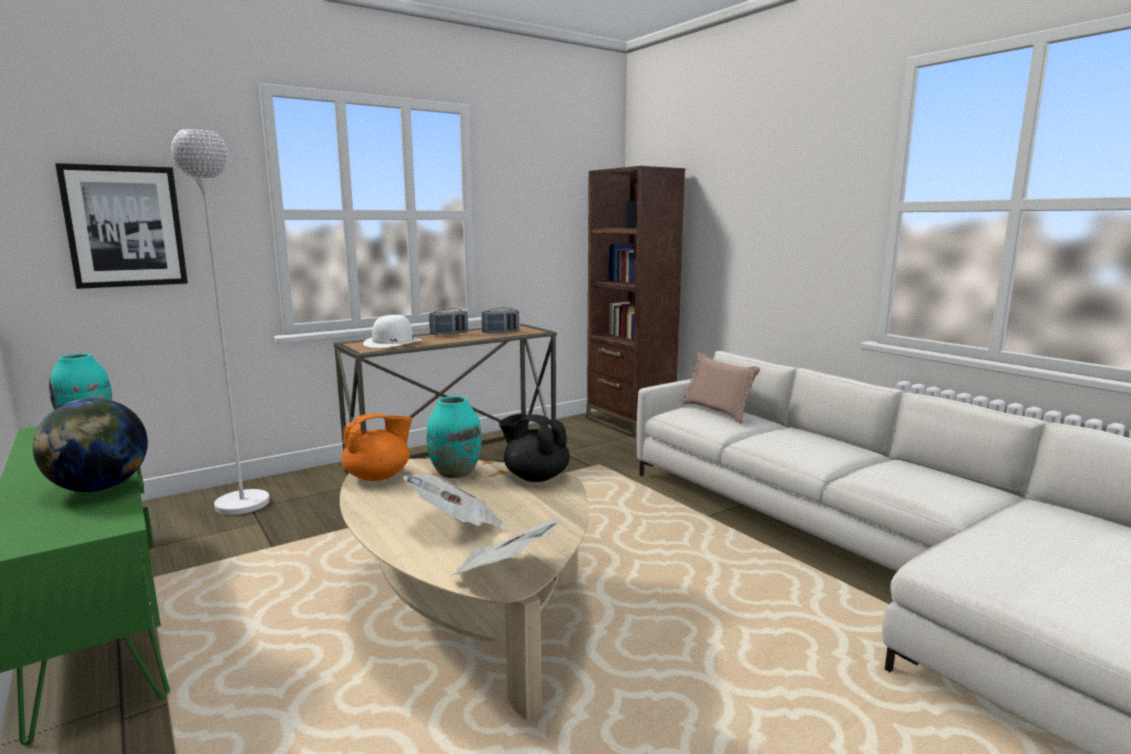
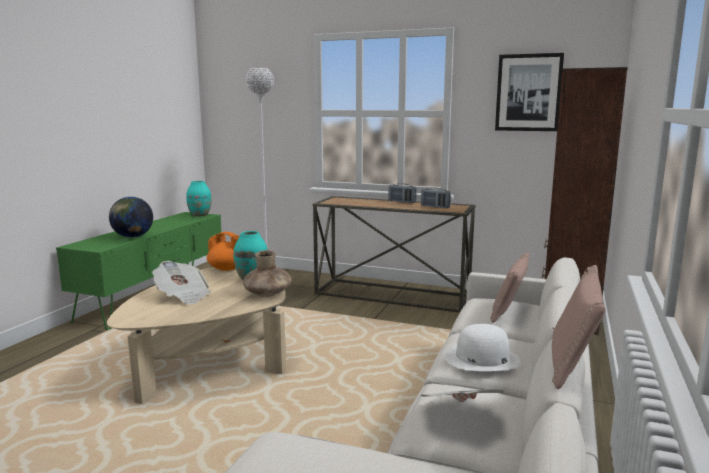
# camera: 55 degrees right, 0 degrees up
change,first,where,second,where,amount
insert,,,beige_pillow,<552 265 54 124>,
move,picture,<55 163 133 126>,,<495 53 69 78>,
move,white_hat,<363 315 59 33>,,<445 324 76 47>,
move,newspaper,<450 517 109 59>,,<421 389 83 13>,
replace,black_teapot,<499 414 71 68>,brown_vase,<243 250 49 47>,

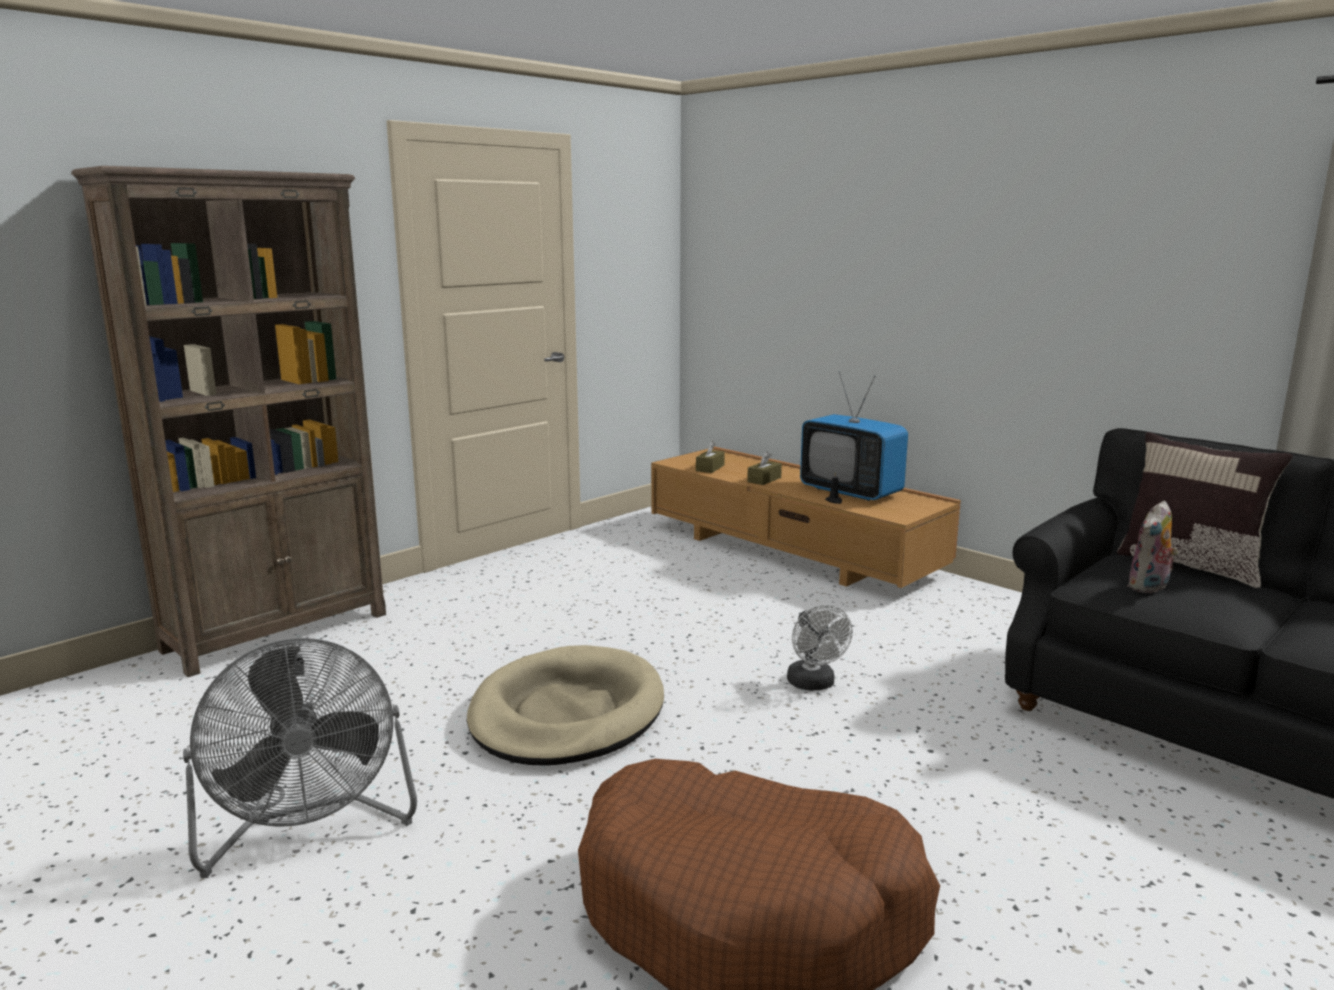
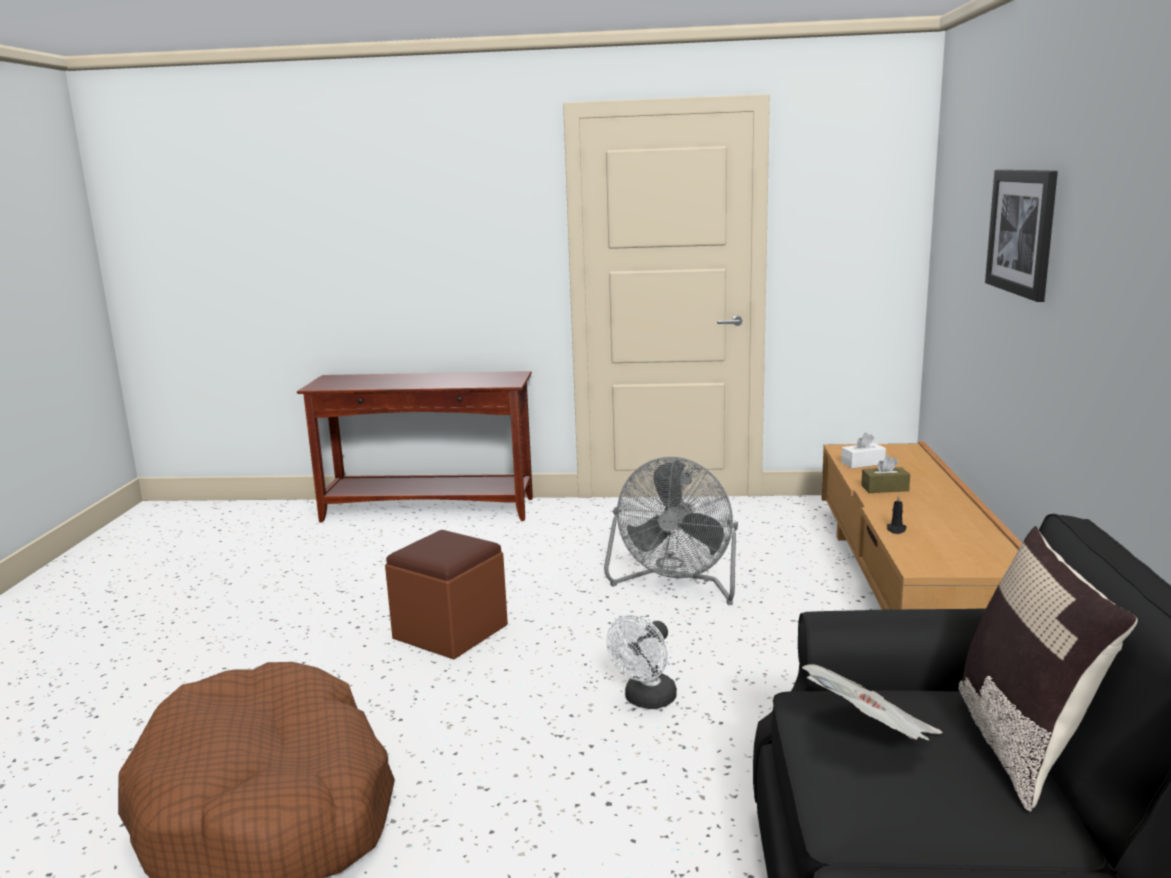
# camera: 50 degrees right, 0 degrees up
change,first,where,second,where,amount
delete,television,<800 371 108 130>,,,
insert,,,picture,<985 170 73 132>,
move,grey_fan,<183 638 234 240>,,<604 457 134 148>,
replace,brown_bookcase,<71 166 315 511>,brown_console_table,<297 371 236 151>,
replace,beige_dog_bed,<467 645 197 121>,brown_ottoman,<385 530 123 129>,
replace,plush_toy,<1128 501 50 92>,newspaper,<802 664 141 76>,
recolor,brown_tissue_box,<696 441 29 32>,white_tissue_box,<841 432 45 36>,

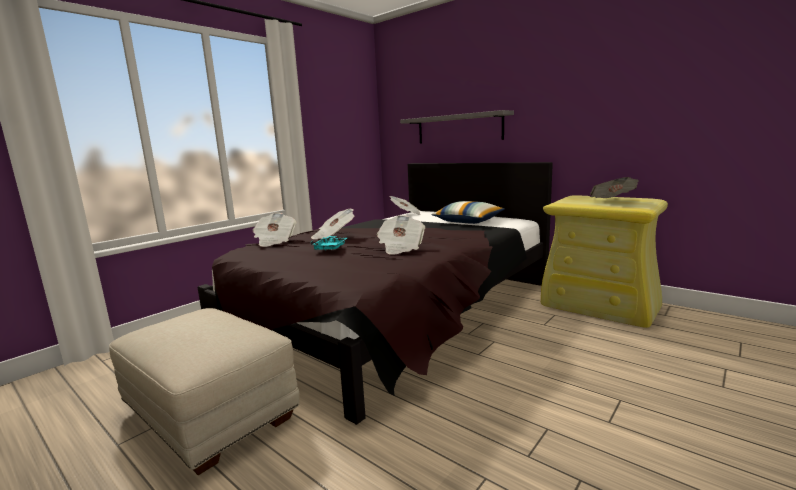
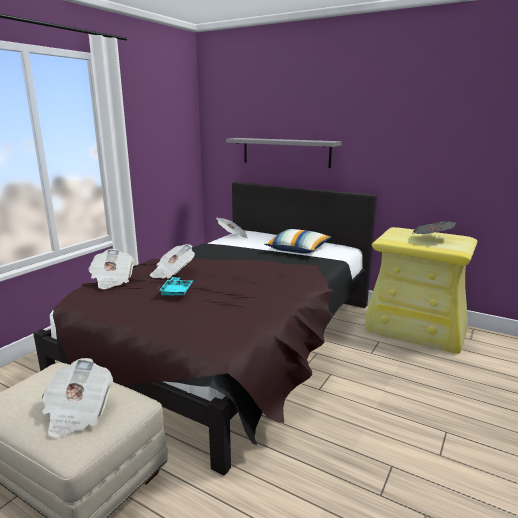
# camera: 10 degrees left, 5 degrees up
change,first,where,second,where,amount
move,newspaper,<377 215 48 40>,,<42 358 71 80>,

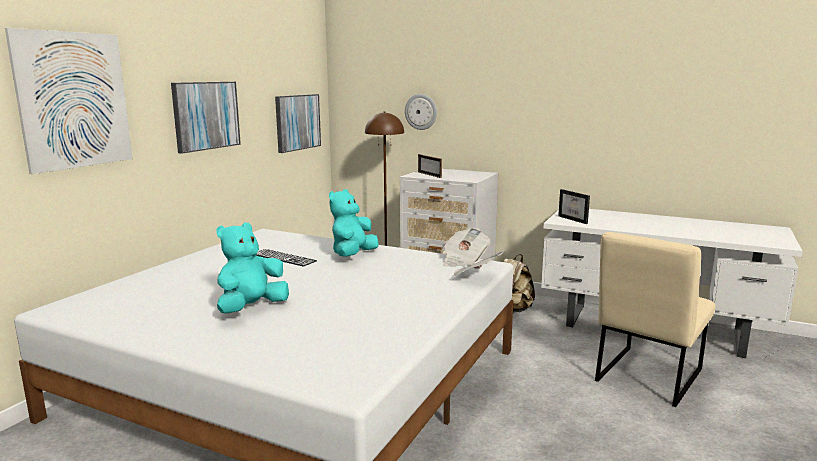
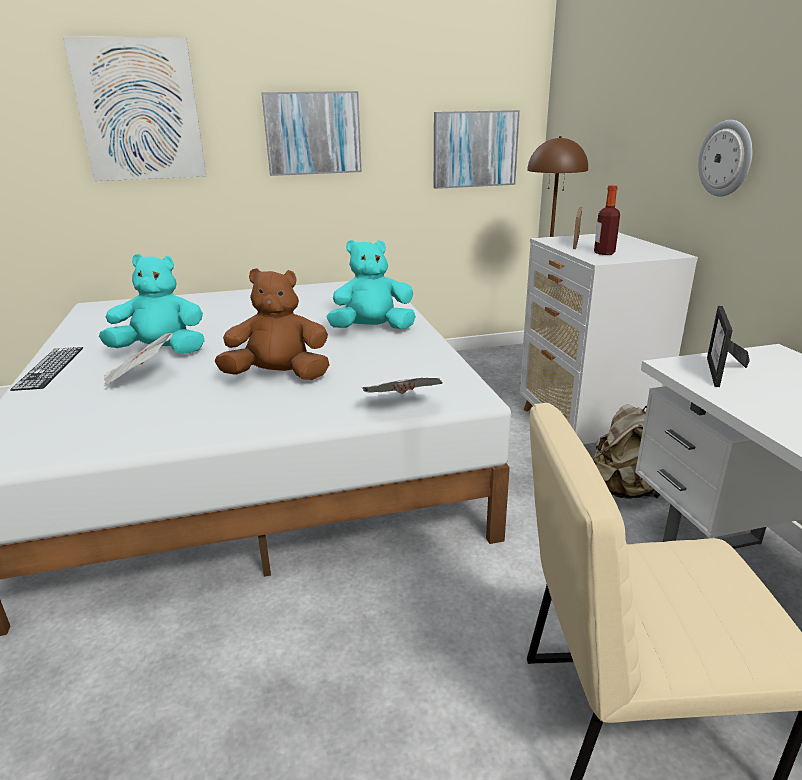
# camera: 50 degrees right, 10 degrees up
change,first,where,second,where,amount
insert,,,brown_plush_toy,<215 268 114 112>,
insert,,,bottle,<594 185 26 70>,
move,keyboard,<256 249 61 17>,,<10 347 73 44>,
move,wall_clock,<405 94 32 36>,,<698 120 55 77>,
move,newspaper,<442 228 49 39>,,<103 333 69 54>,

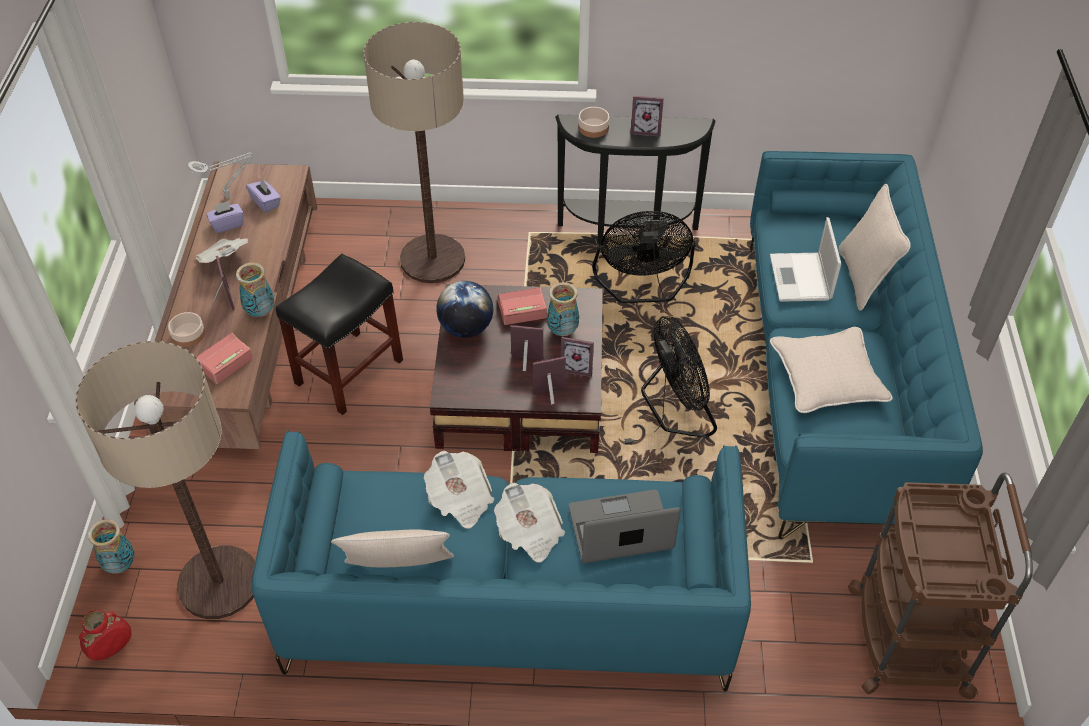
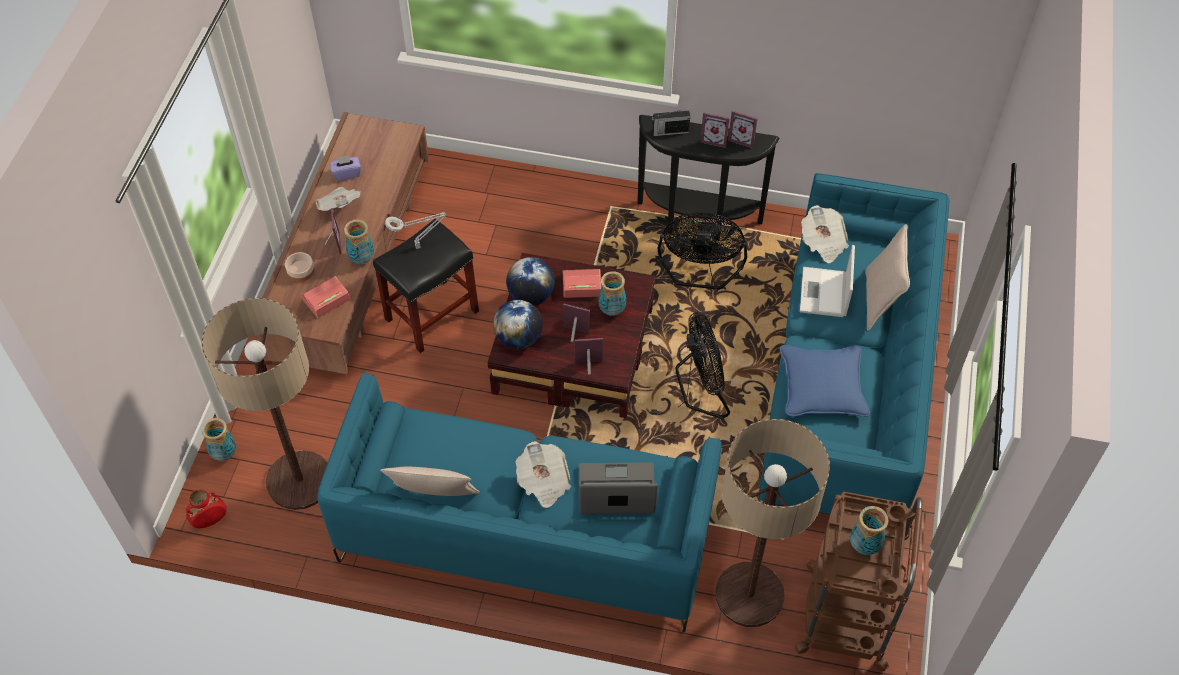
# camera: 10 degrees right, 5 degrees up
change,first,where,second,where,amount
delete,purple_tissue_box,<246 178 35 35>,,,
insert,,,globe,<493 300 50 49>,
insert,,,vase,<850 506 39 49>,
move,grey_table_lamp,<187 152 66 47>,,<385 212 61 37>,
move,floor_lamp,<364 22 101 261>,,<715 419 115 208>,
move,newspaper,<424 451 70 78>,,<801 205 48 58>,
move,picture_frame,<561 337 33 40>,,<728 111 30 37>,
replace,bowl,<578 107 32 31>,radio,<652 110 38 26>,
recolor,beige_pillow,<770 327 123 86>,blue_pillow,<780 345 90 72>,

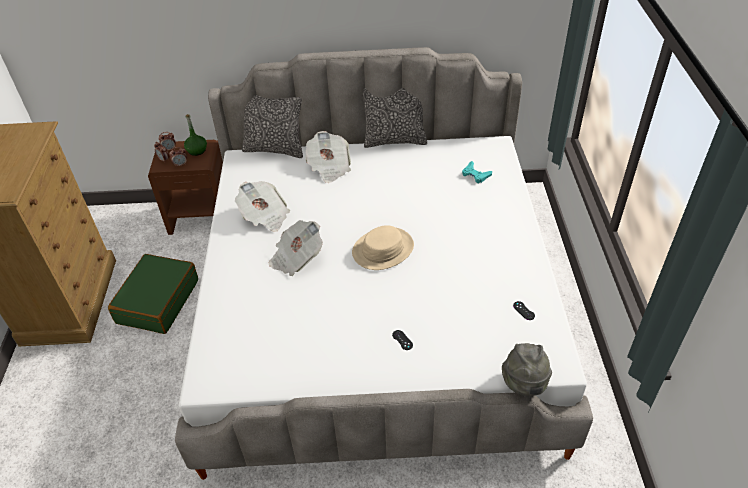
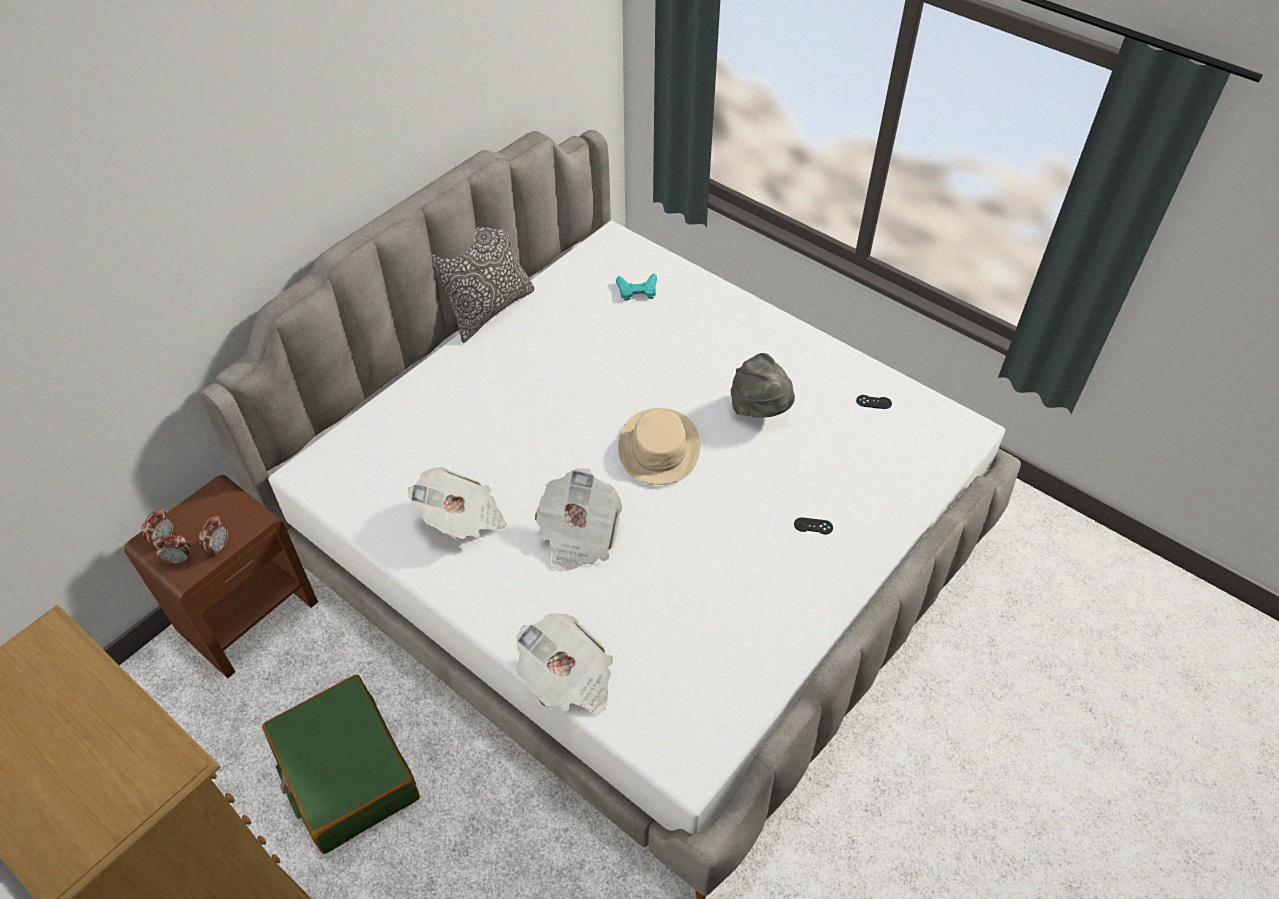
# camera: 50 degrees left, 5 degrees up
change,first,where,second,where,amount
delete,green_bottle,<184 114 23 42>,,,
delete,pillow,<242 95 61 63>,,,
move,newspaper,<305 131 46 52>,,<516 613 97 100>,
move,grey_hat,<502 343 50 53>,,<731 353 64 65>,

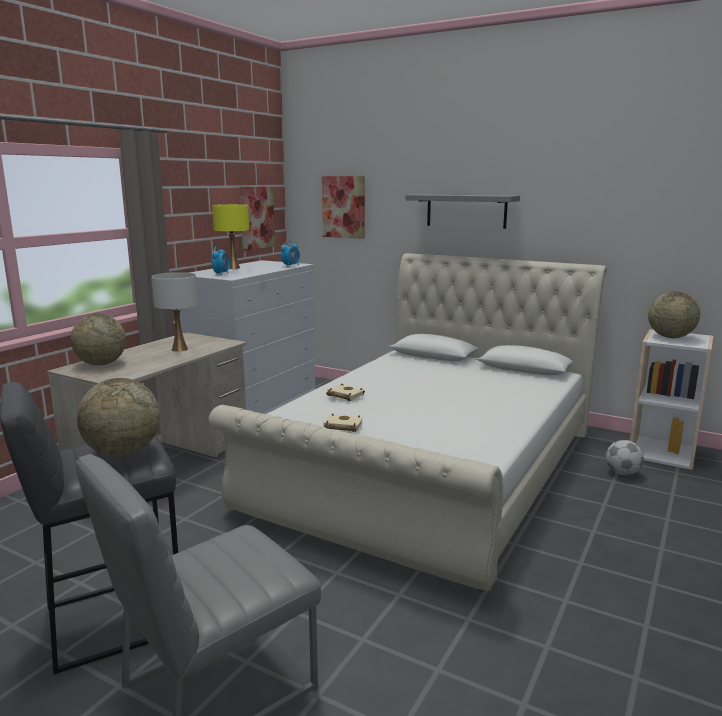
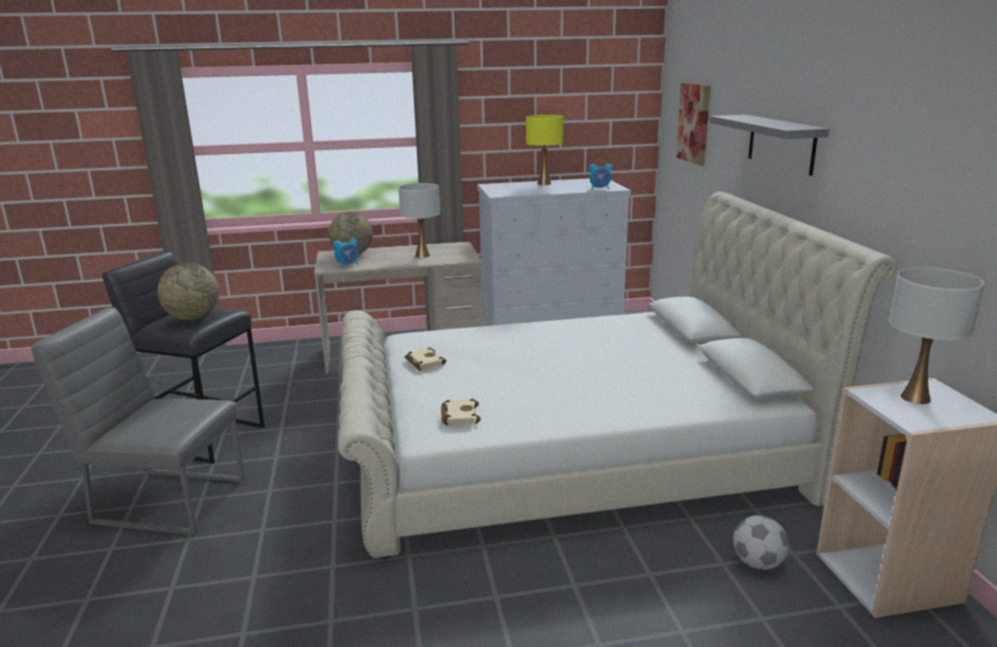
# camera: 50 degrees right, 5 degrees up
change,first,where,second,where,amount
delete,picture,<239 187 36 64>,,,
move,alarm_clock,<211 246 19 29>,,<333 235 26 33>,
move,beige_book,<326 384 39 17>,,<441 399 40 27>,
replace,globe,<648 291 52 47>,white_table_lamp,<889 267 95 137>,

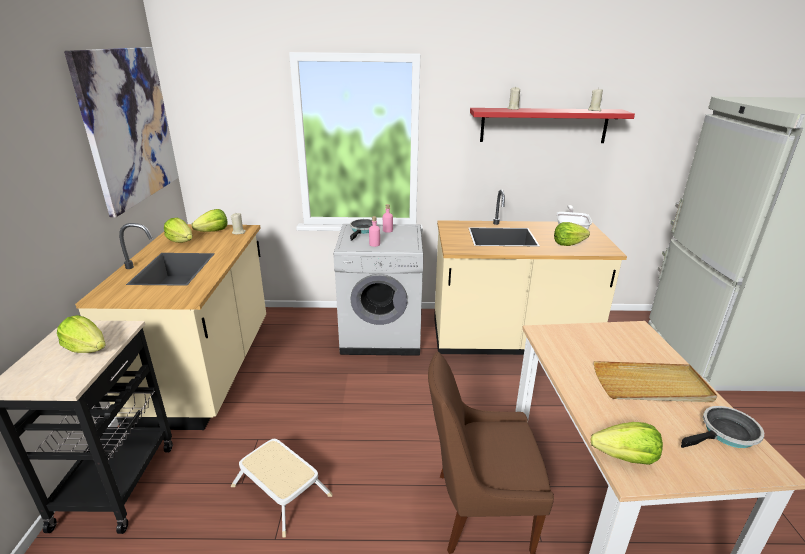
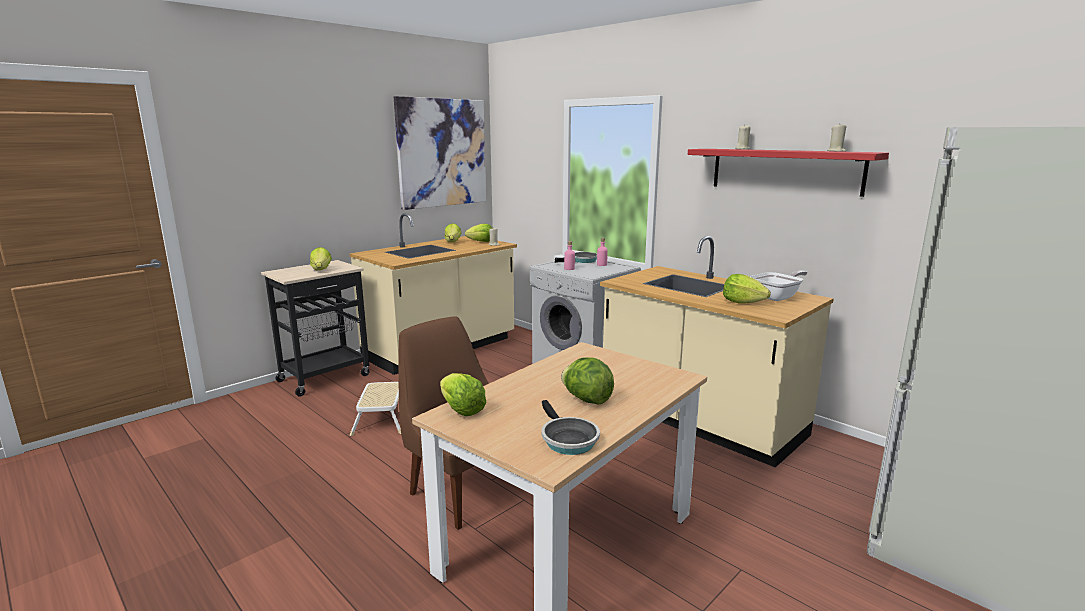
# camera: 45 degrees right, 10 degrees down
change,first,where,second,where,amount
replace,beige_tray,<594 361 124 41>,lettuce,<561 357 53 47>,
rotate,frying_pan,<681 406 83 42>,,<541 400 59 55>,45 degrees clockwise

